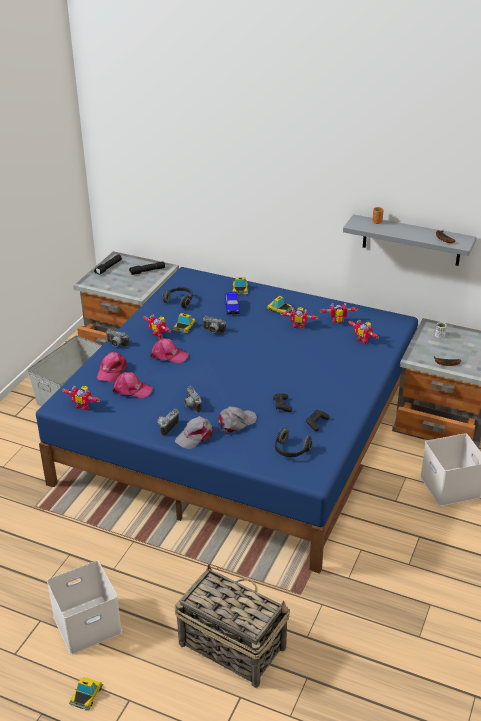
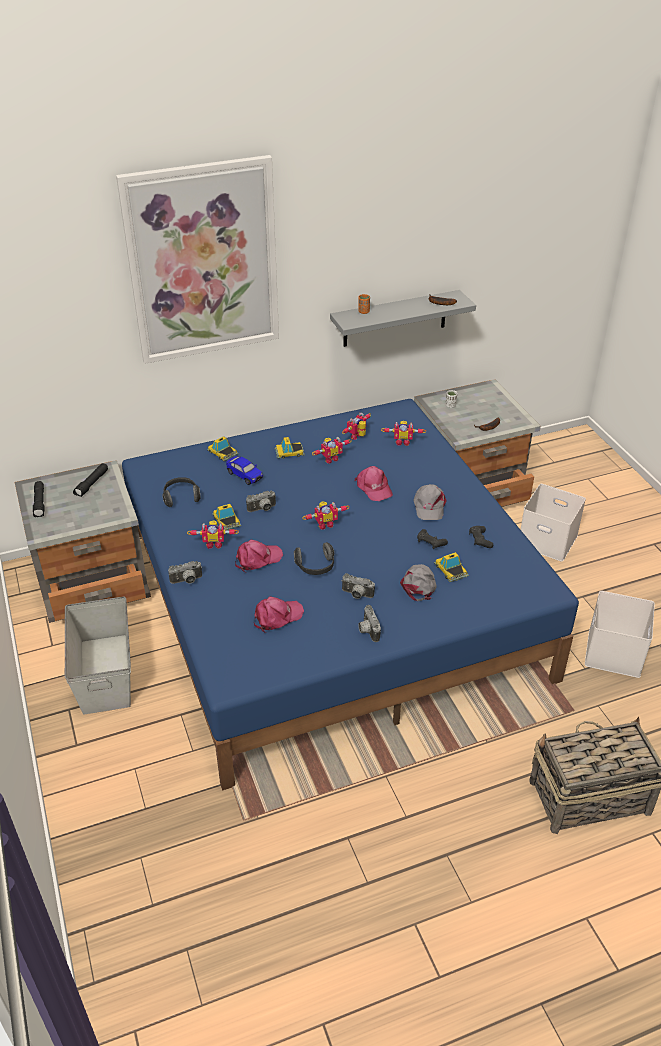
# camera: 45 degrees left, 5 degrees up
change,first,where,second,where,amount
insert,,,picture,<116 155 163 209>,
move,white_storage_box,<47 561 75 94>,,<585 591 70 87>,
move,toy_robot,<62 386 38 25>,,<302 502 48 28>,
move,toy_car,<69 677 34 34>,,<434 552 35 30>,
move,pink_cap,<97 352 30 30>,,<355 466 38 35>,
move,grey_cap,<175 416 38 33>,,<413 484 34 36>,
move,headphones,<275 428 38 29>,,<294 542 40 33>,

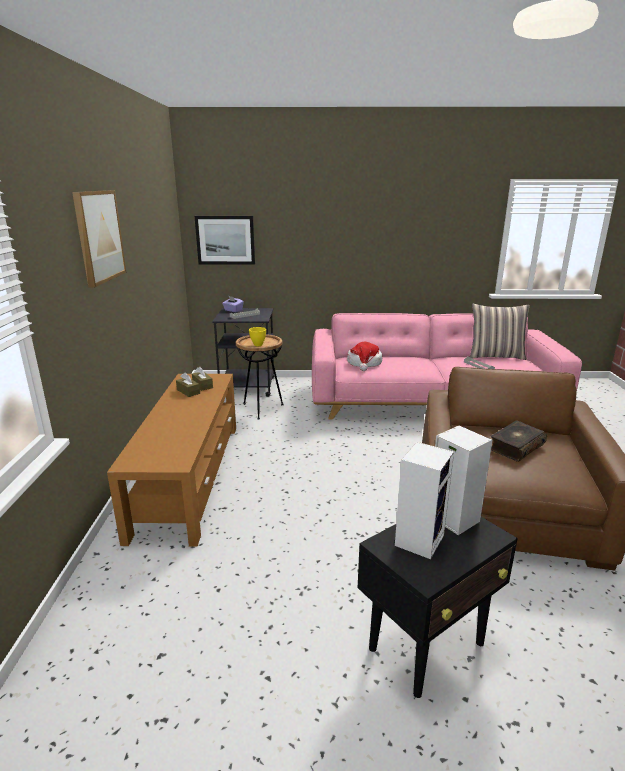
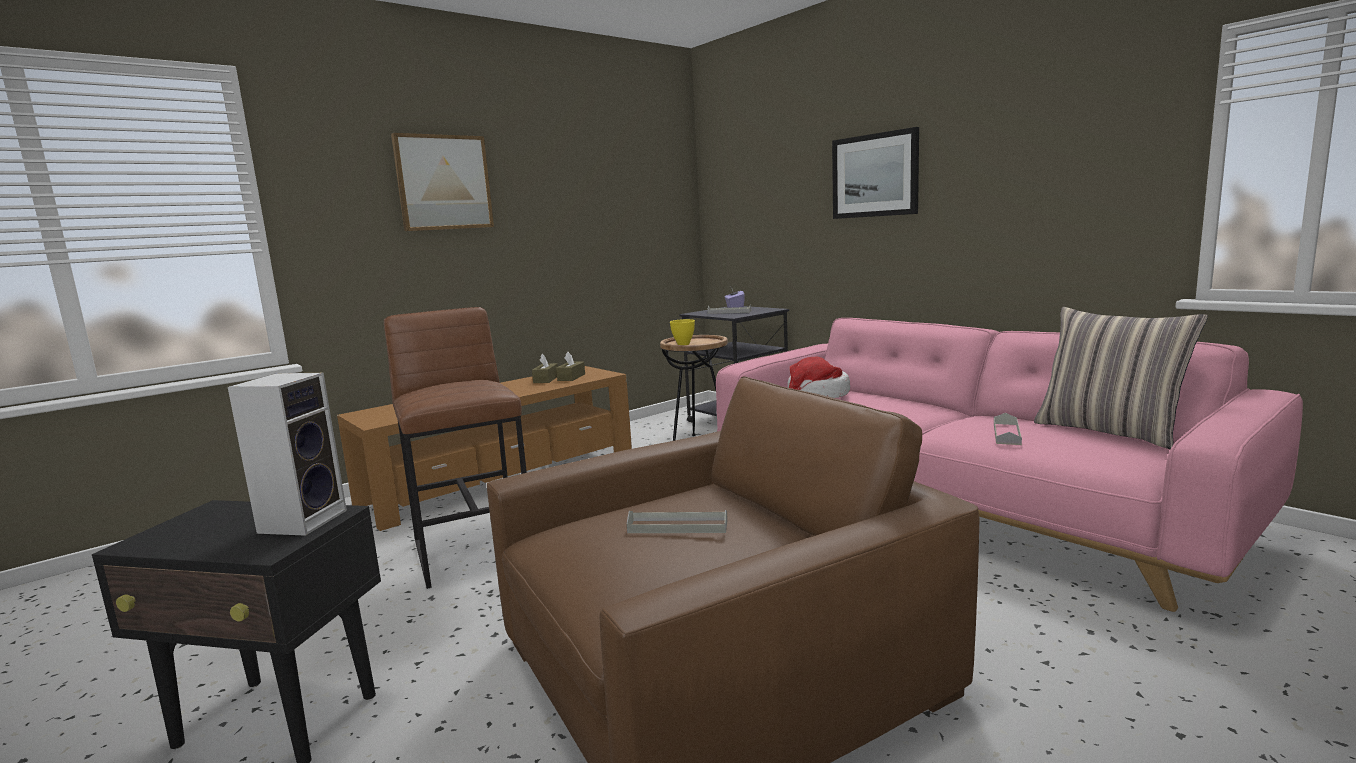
# camera: 50 degrees right, 10 degrees down
change,first,where,second,where,amount
delete,speaker,<395 442 59 117>,,,
insert,,,brown_stool,<384 307 143 282>,
move,picture,<195 216 60 49>,,<832 127 87 92>,
replace,book,<491 420 56 42>,grey_tray,<627 510 101 23>,

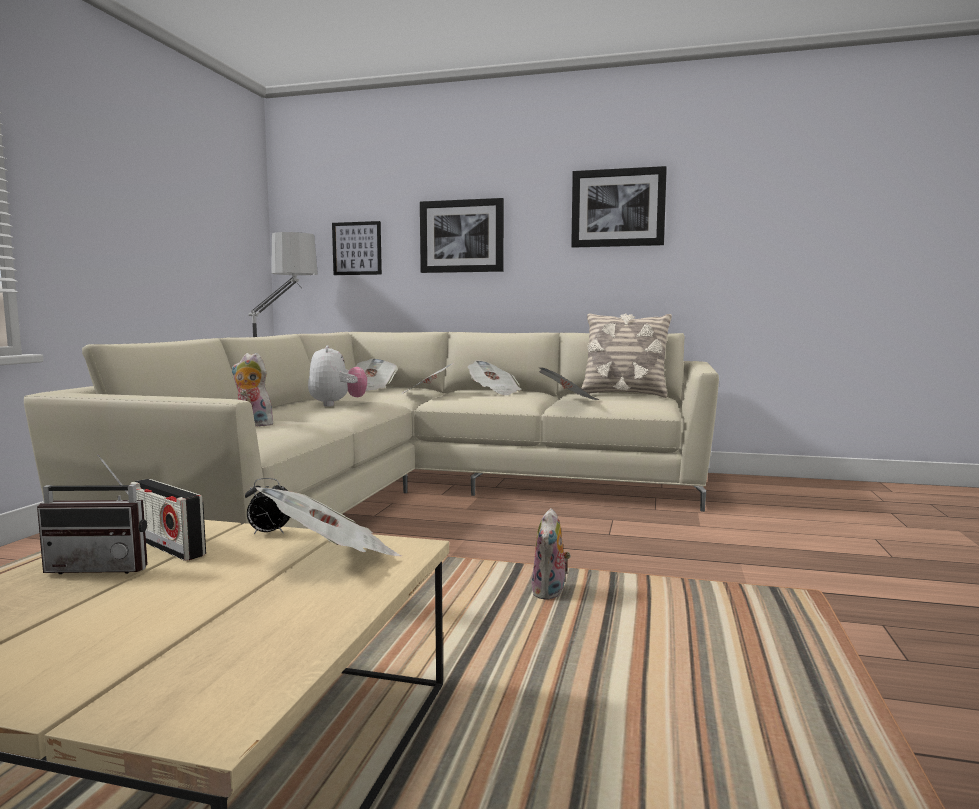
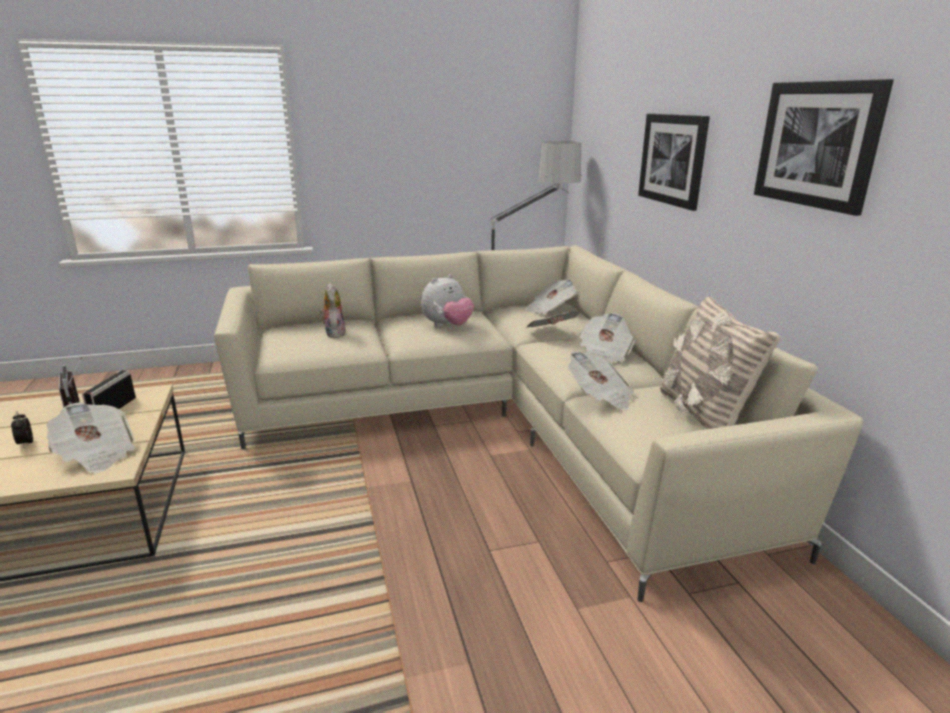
# camera: 60 degrees right, 15 degrees up
change,first,where,second,where,amount
delete,picture,<332 221 50 54>,,,
delete,plush_toy,<532 508 39 92>,,,
move,alarm_clock,<245 478 45 56>,,<11 411 22 37>,

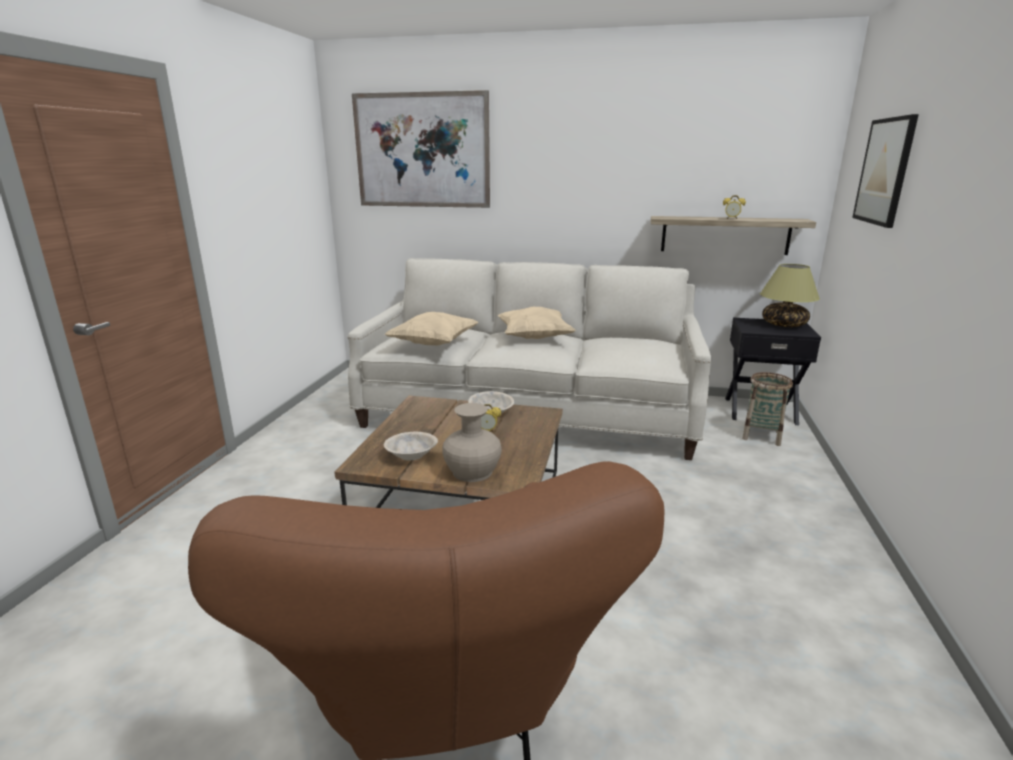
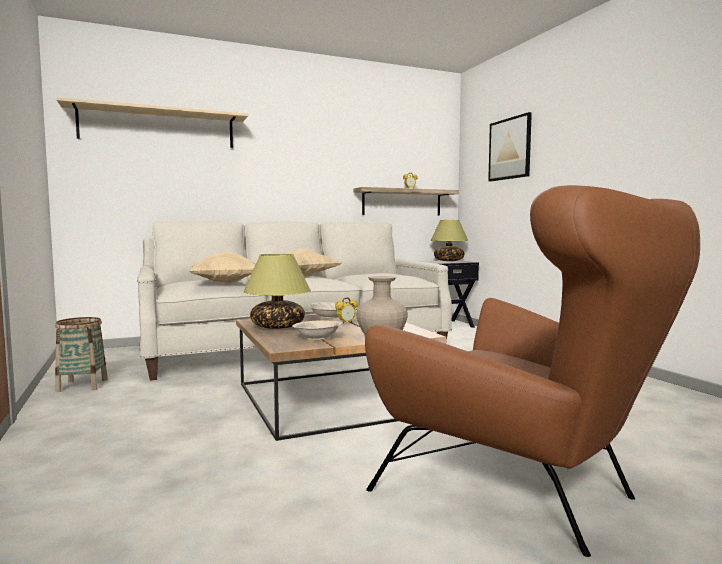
# camera: 35 degrees left, 15 degrees down
change,first,where,second,where,amount
insert,,,table_lamp,<243 254 68 75>,
move,basket,<742 372 51 74>,,<55 317 53 75>,
replace,picture,<352 90 138 118>,beige_shelf,<56 97 192 51>,

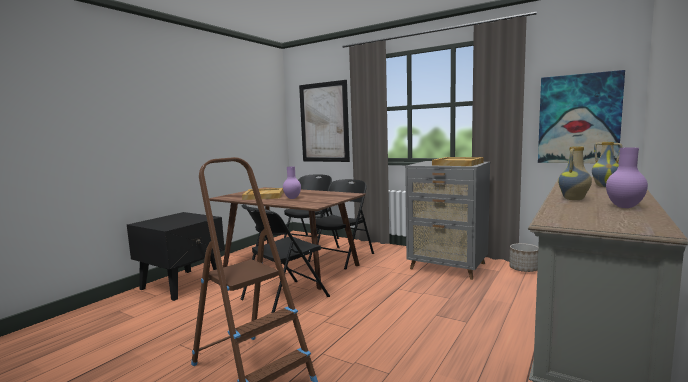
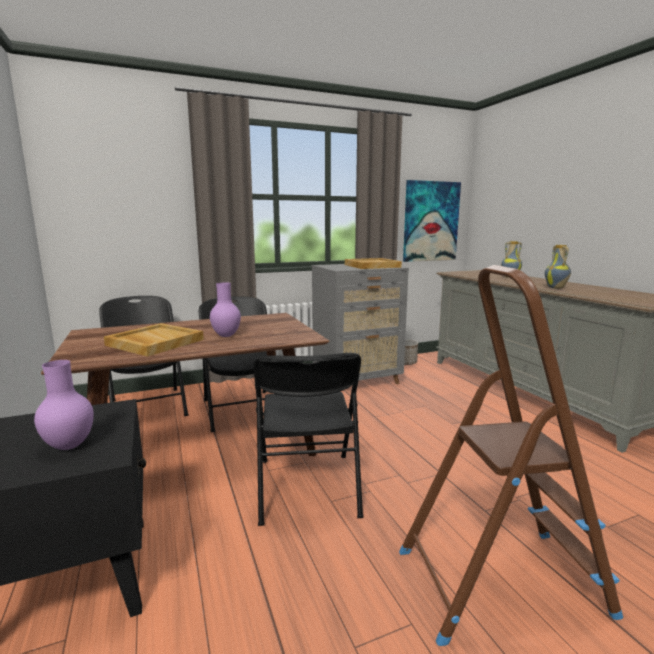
# camera: 55 degrees left, 5 degrees up
change,first,where,second,where,amount
delete,picture,<299 80 51 82>,,,
move,purple_vase,<606 148 42 60>,,<34 360 60 90>,

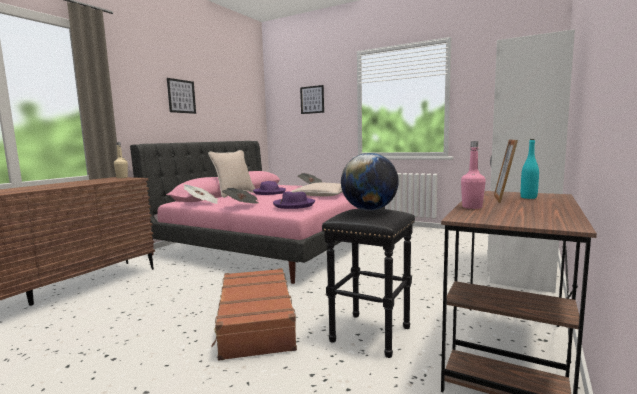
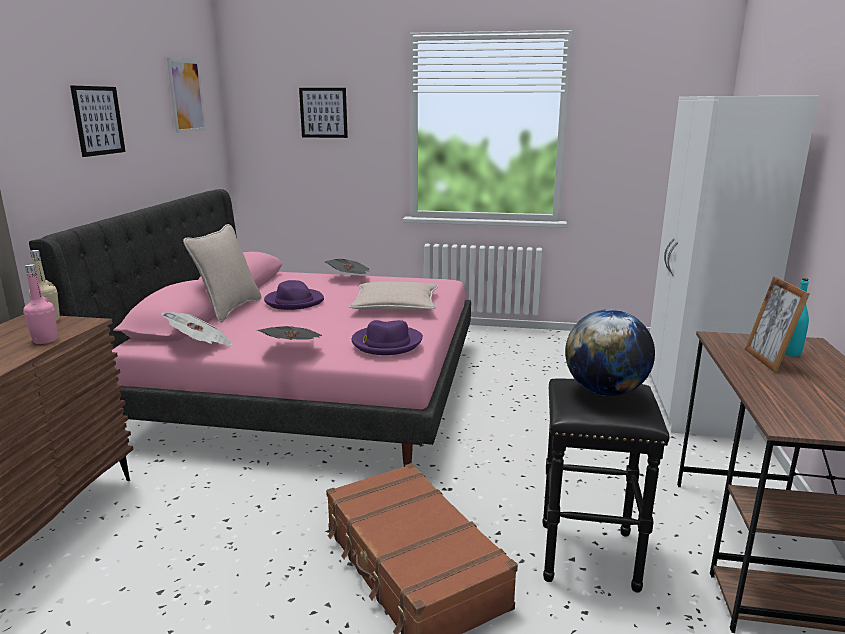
# camera: 20 degrees left, 10 degrees up
change,first,where,second,where,amount
insert,,,picture,<167 57 39 76>,
move,pink_bottle,<461 141 25 68>,,<24 264 34 80>,

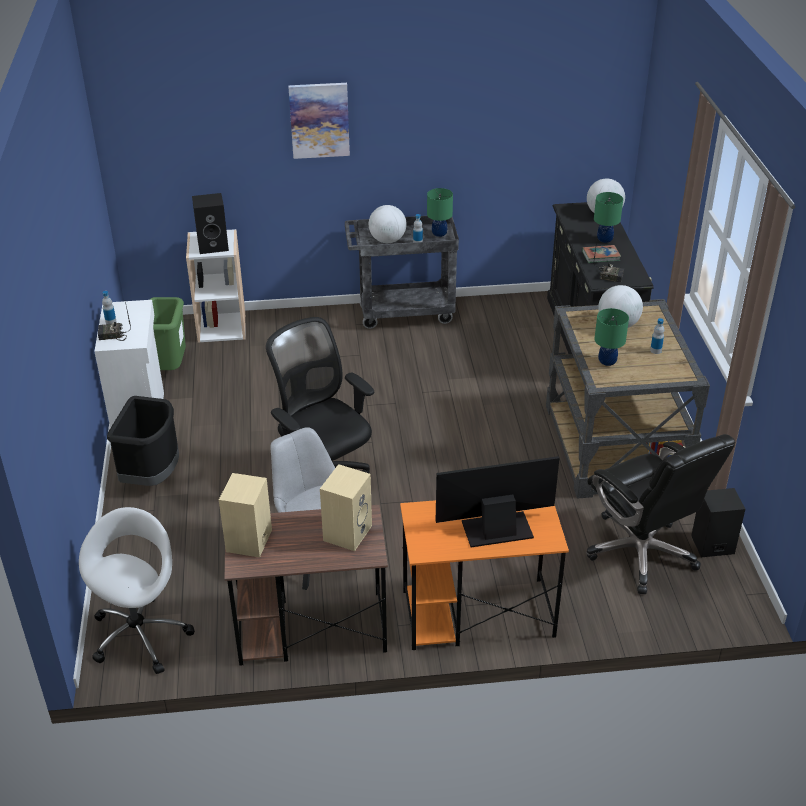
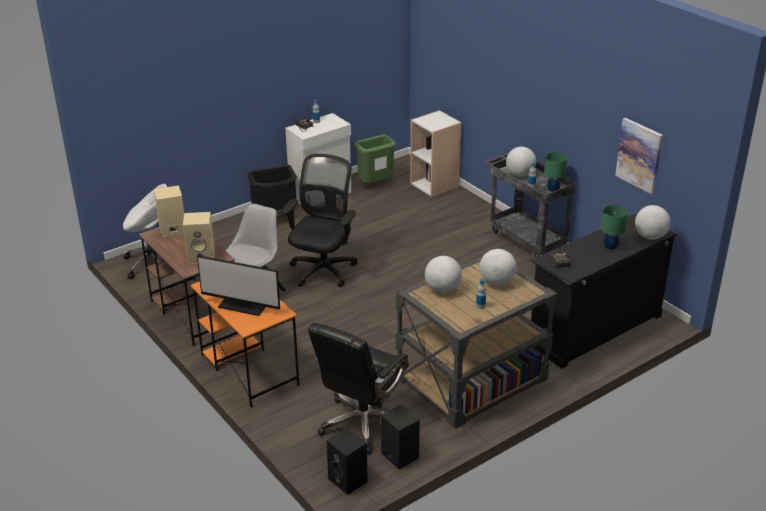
# camera: 60 degrees right, 5 degrees down
change,first,where,second,where,amount
delete,book,<582 245 39 18>,,,
move,black_speaker,<192 193 37 61>,,<326 428 42 67>,
move,picture,<288 83 62 76>,,<615 118 48 76>,
replace,green_table_lamp,<595 308 34 58>,globe,<425 256 37 37>,
rotate,monitor,<435 456 124 91>,,<197 255 83 61>,150 degrees clockwise

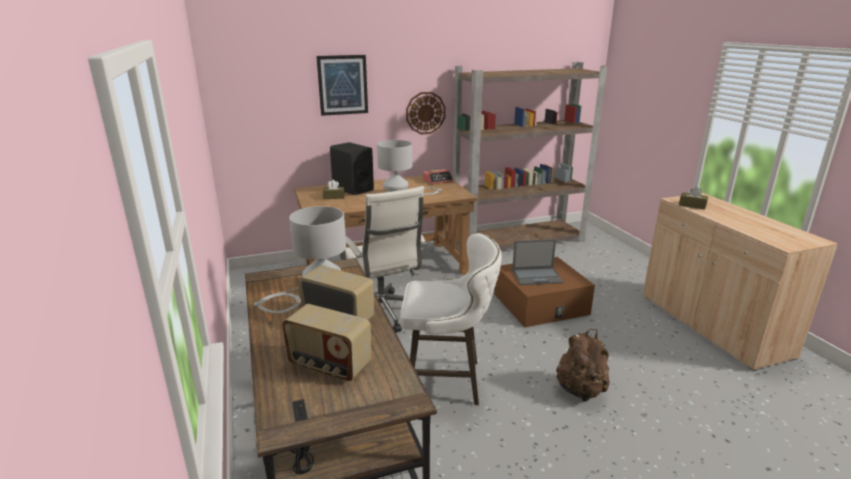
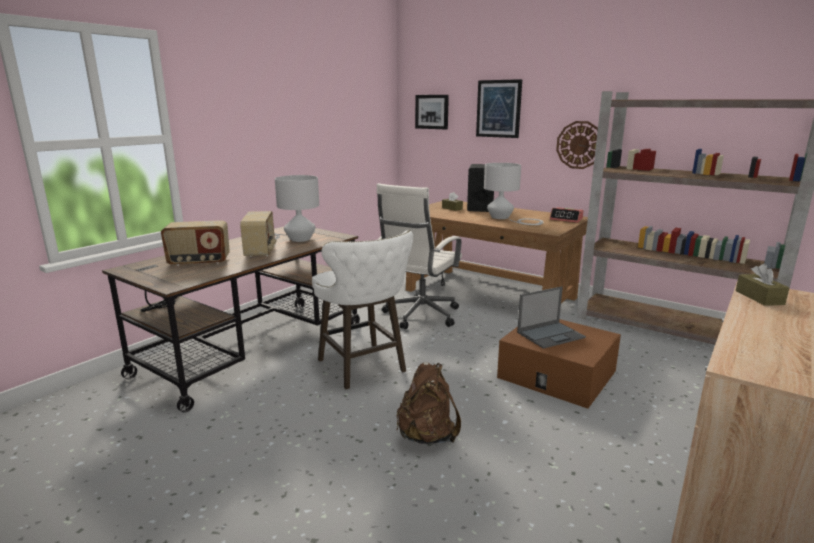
# camera: 55 degrees right, 5 degrees down
change,first,where,second,where,amount
insert,,,picture,<415 95 34 35>,
rotate,radio,<282 304 89 77>,,<161 220 69 46>,90 degrees counterclockwise
rotate,laptop,<512 239 51 46>,,<517 286 69 63>,75 degrees counterclockwise

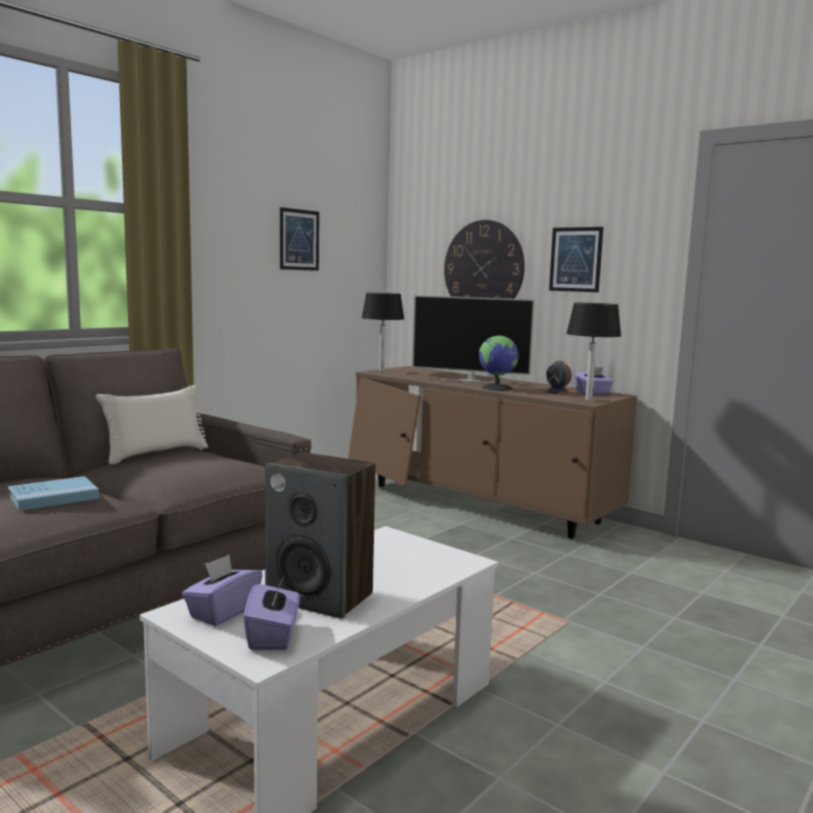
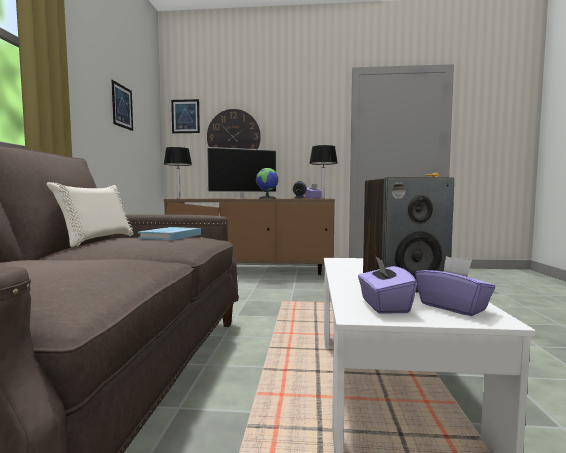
# camera: 35 degrees left, 5 degrees down
change,first,where,second,where,amount
move,blue_book,<8 476 91 35>,,<138 227 63 13>,
move,picture,<549 227 54 65>,,<171 99 29 34>,

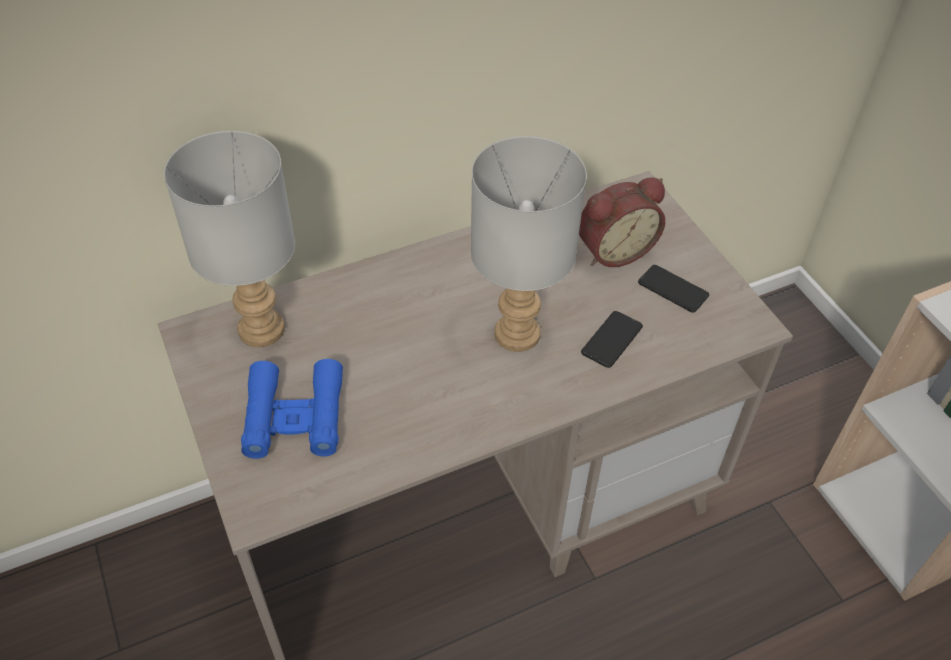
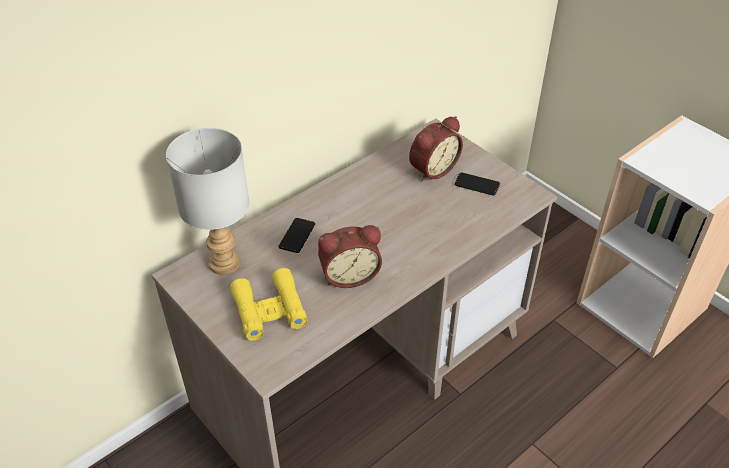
# camera: 15 degrees left, 5 degrees down
change,first,where,second,where,amount
delete,grey_table_lamp,<471 136 116 216>,,,
insert,,,alarm_clock,<318 225 64 63>,
move,phone,<581 311 62 57>,,<278 218 37 35>,
recolor,blue_binoculars,<241 359 102 100>,yellow_binoculars,<230 268 77 73>,

